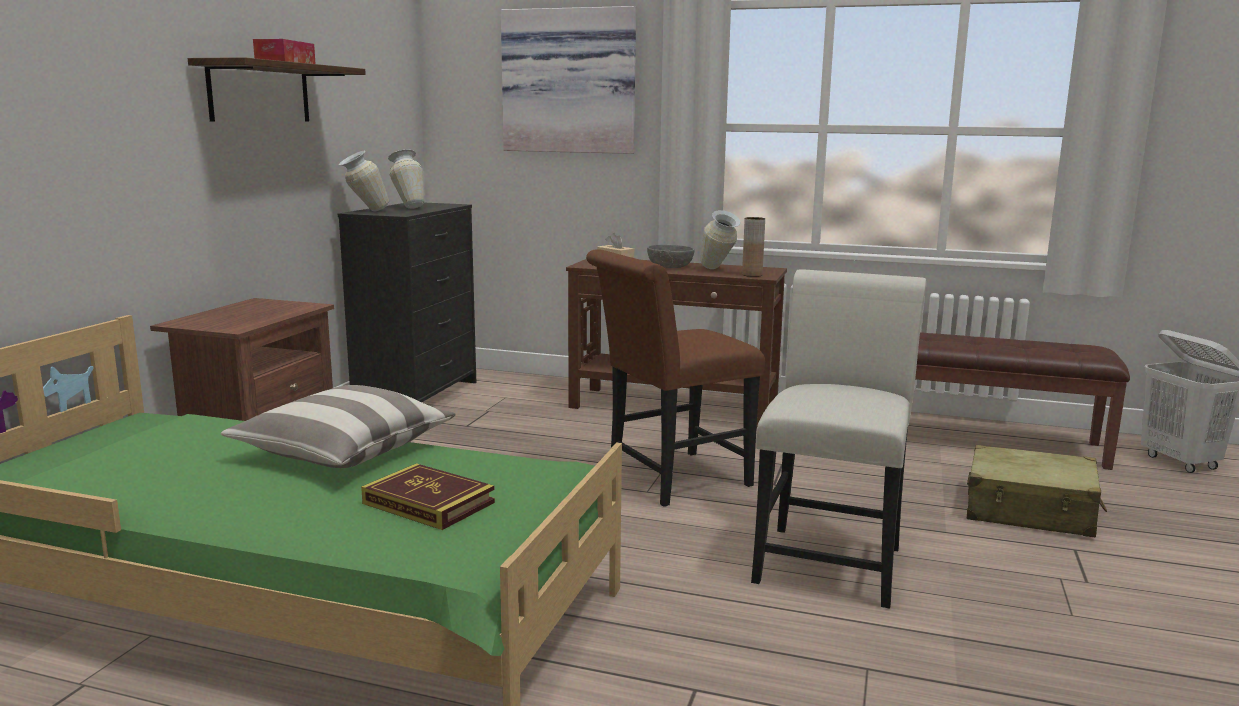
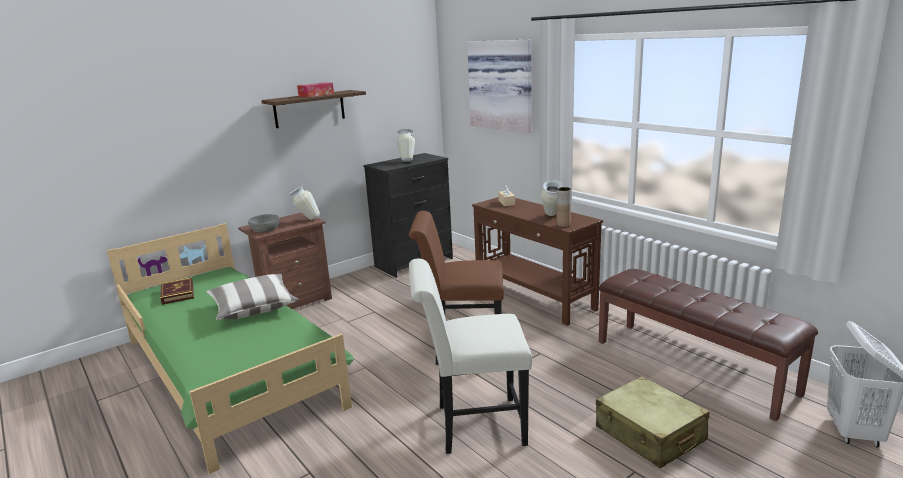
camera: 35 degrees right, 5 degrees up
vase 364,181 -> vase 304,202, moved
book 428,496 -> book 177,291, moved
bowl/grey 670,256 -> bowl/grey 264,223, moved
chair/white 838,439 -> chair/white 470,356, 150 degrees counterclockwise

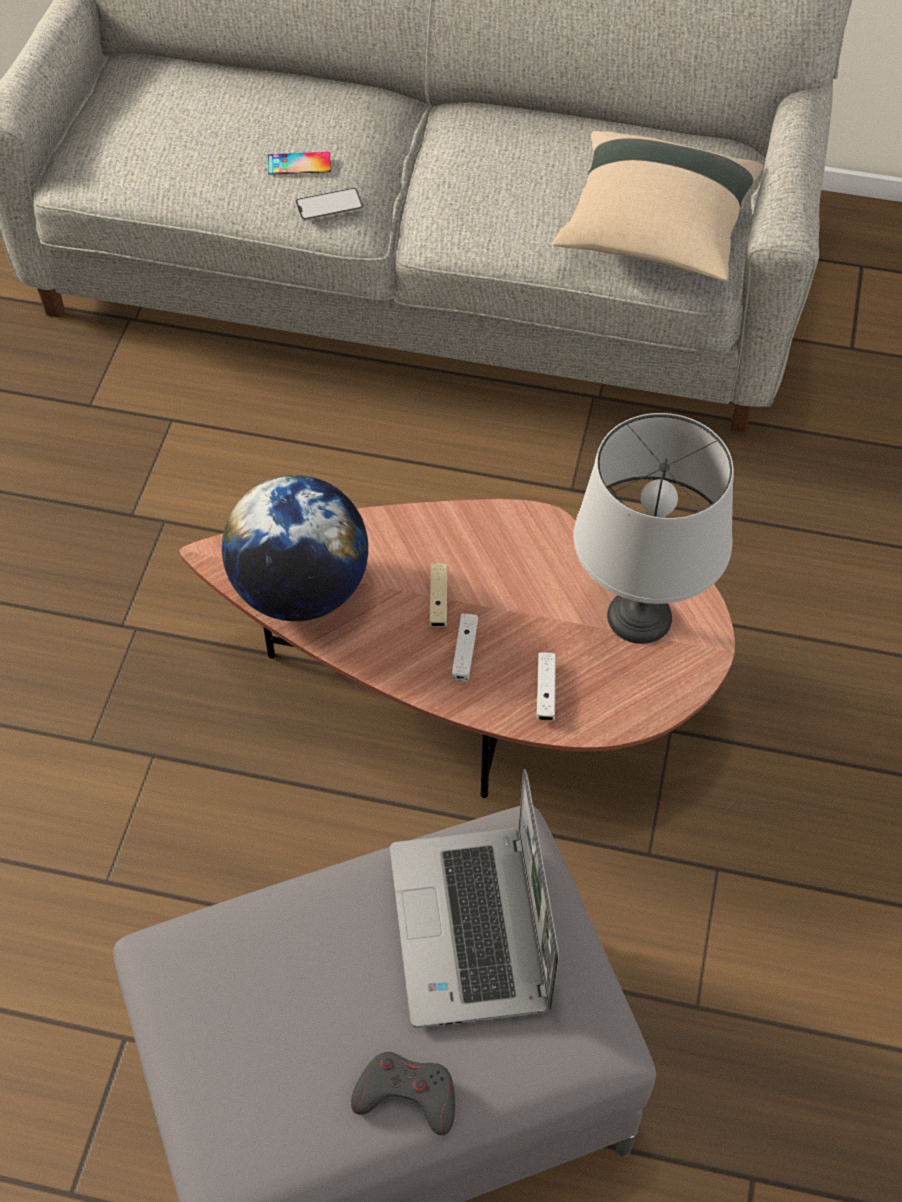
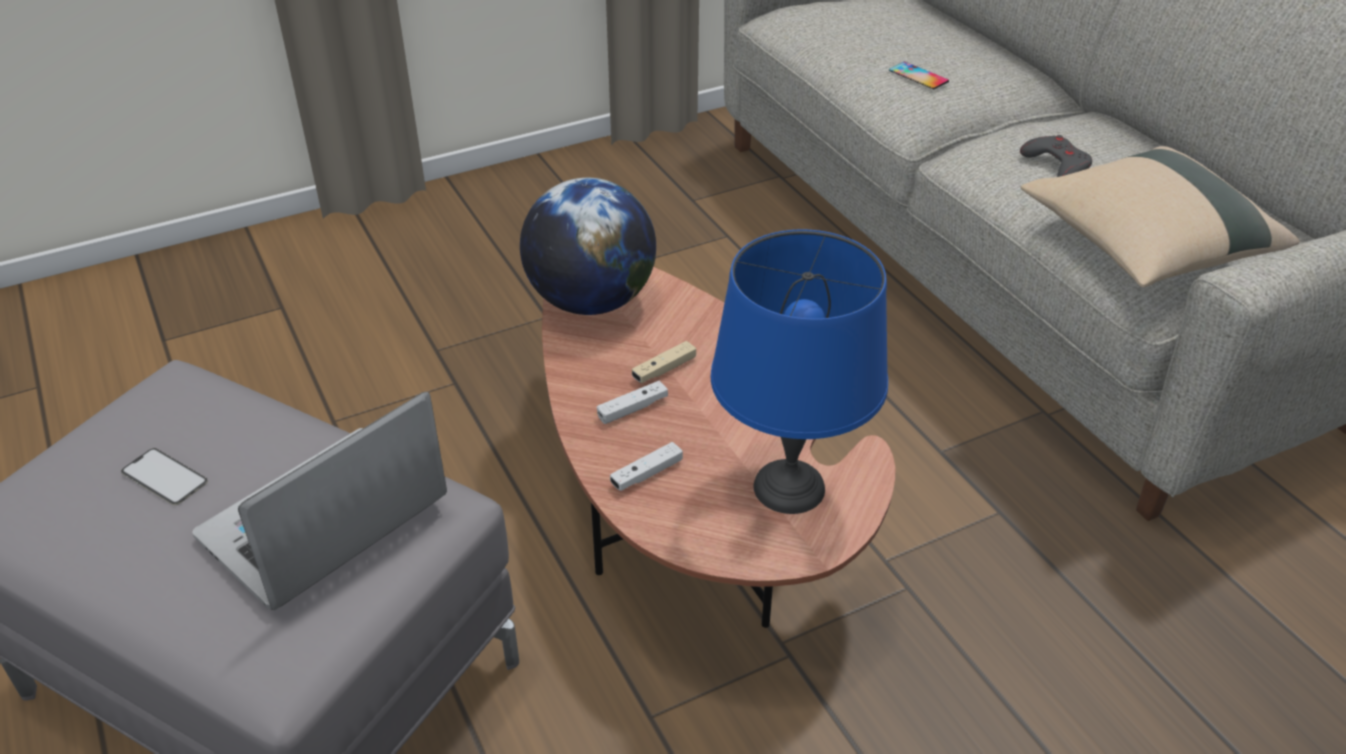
camera: 50 degrees right, 15 degrees down
phone 329,204 -> phone 164,476, moved
game controller/grey 403,1093 -> game controller/grey 1056,156, moved
table lamp/grey 653,528 -> table lamp/blue 799,371

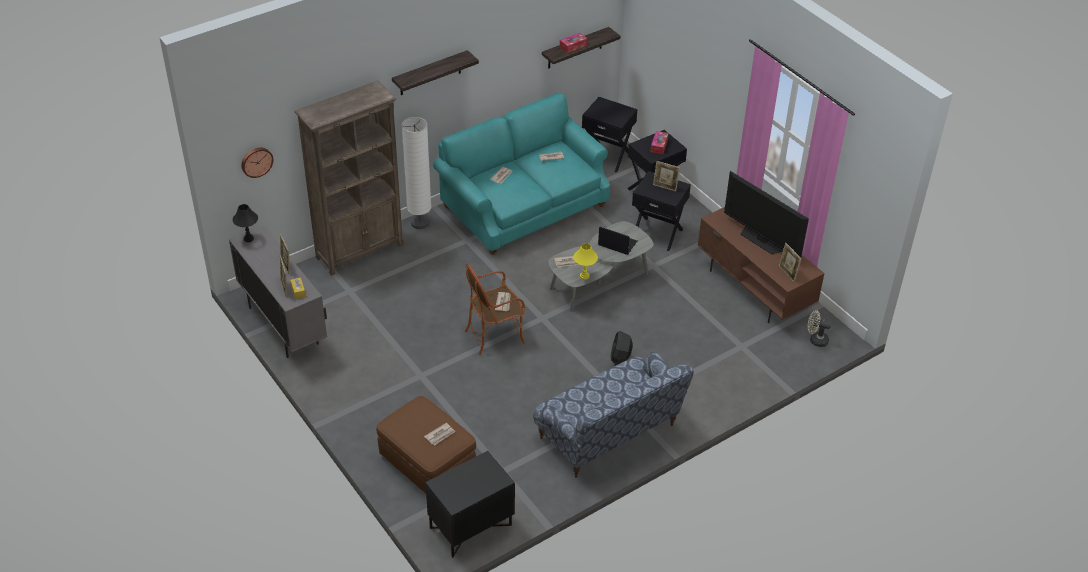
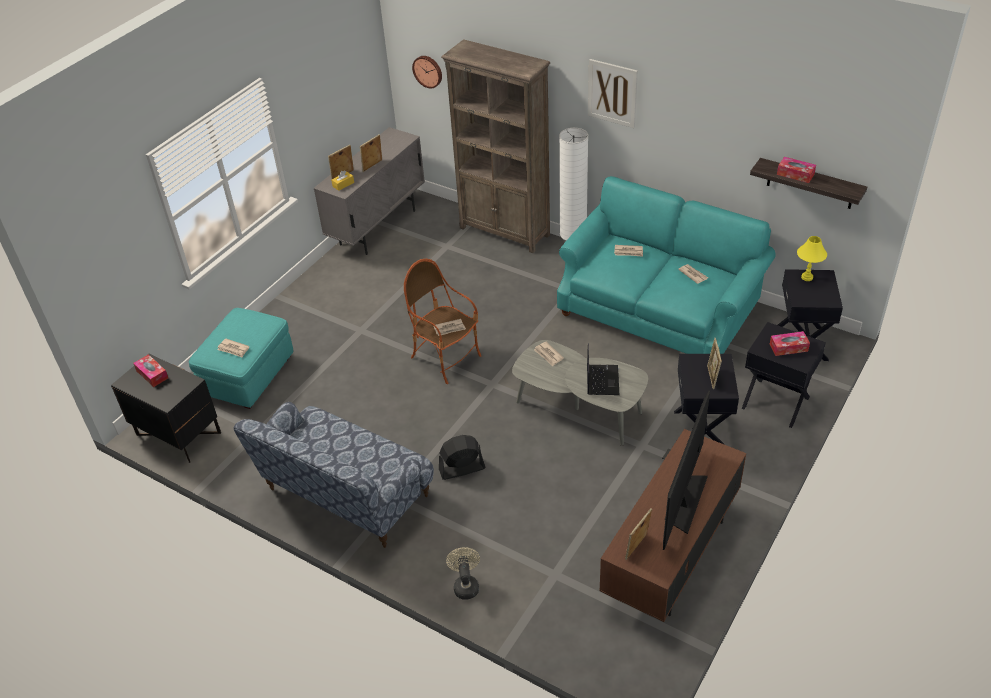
camera: 70 degrees right, 0 degrees up
table lamp/black 245,223 -> none
ottoman/brown 426,444 -> ottoman/turquoise 241,358
shelf 435,72 -> picture 613,93
table lamp/yellow 585,261 -> table lamp/yellow 812,258, moved
fan/beige 819,328 -> fan/beige 463,573, moved
none -> tissue box 150,370

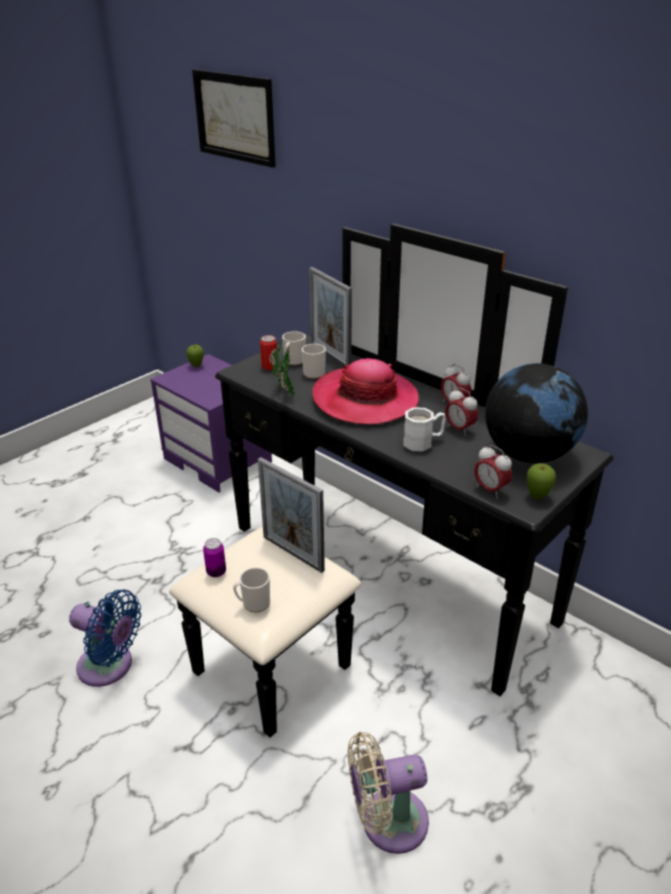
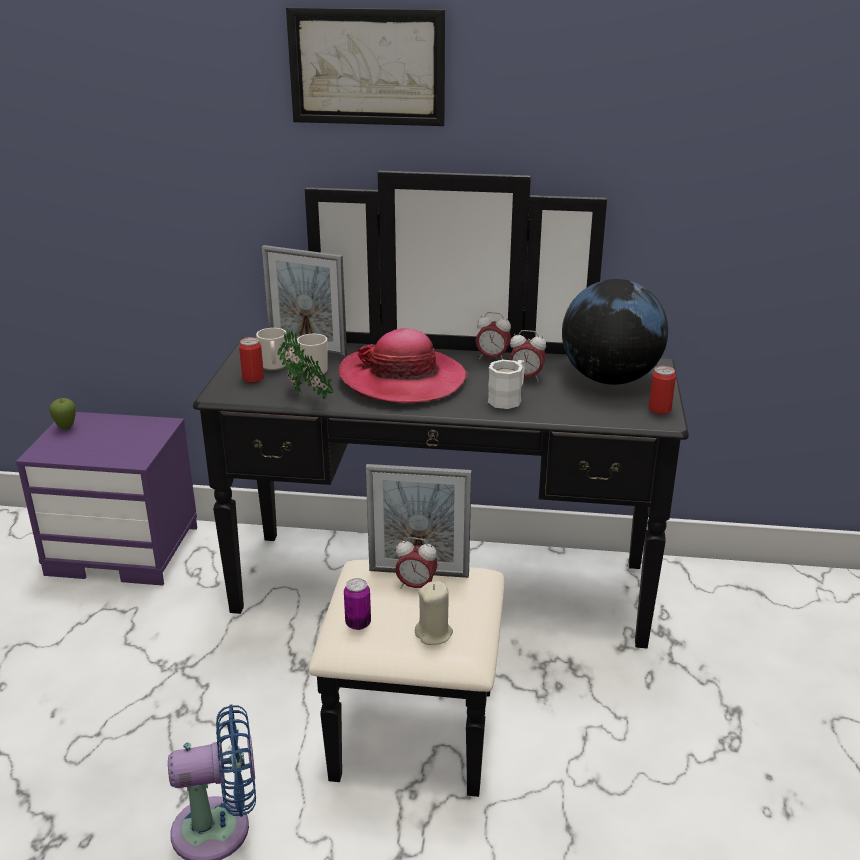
camera: 35 degrees left, 5 degrees down
picture 234,118 -> picture 365,66, moved
mug 251,589 -> candle/beige 434,613
fan/beige 388,793 -> none
alarm clock 493,471 -> alarm clock 416,562, moved
apple 541,481 -> can 662,390

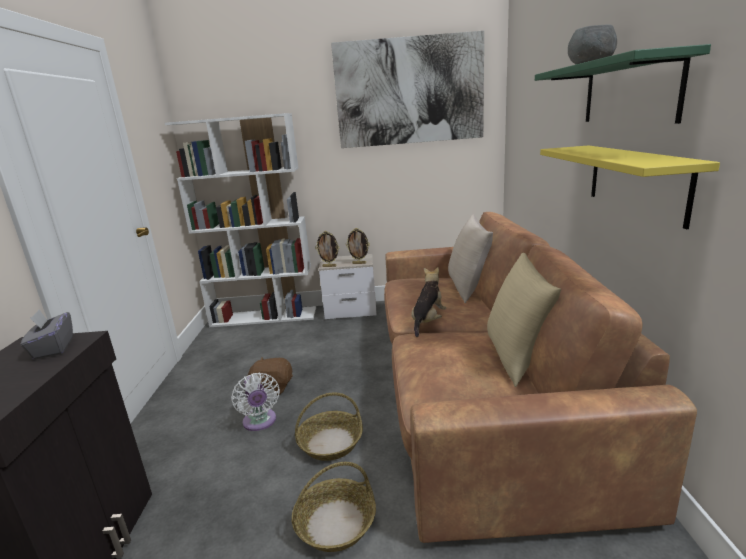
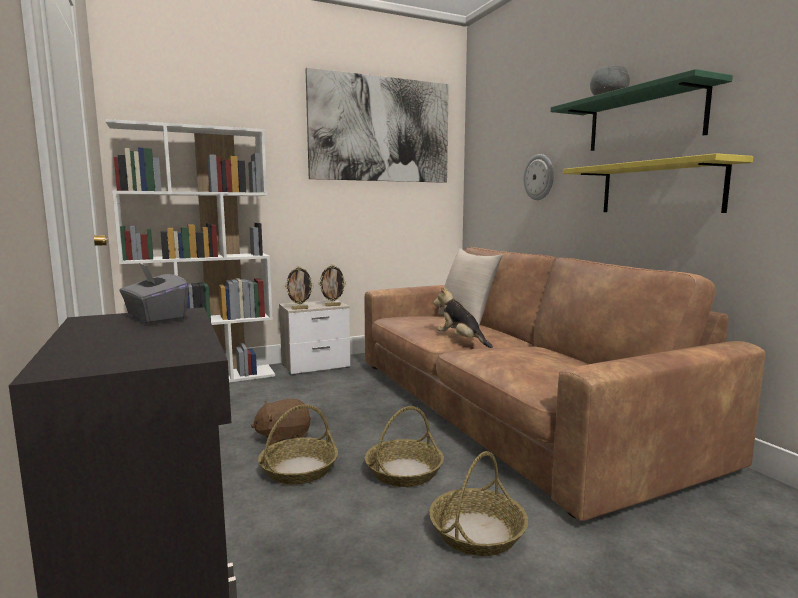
camera: 25 degrees left, 10 degrees down
fan/white 255,401 -> basket 298,445
plush toy 428,302 -> plush toy 463,317, 45 degrees counterclockwise
pillow/beige 524,320 -> none
none -> wall clock 538,177

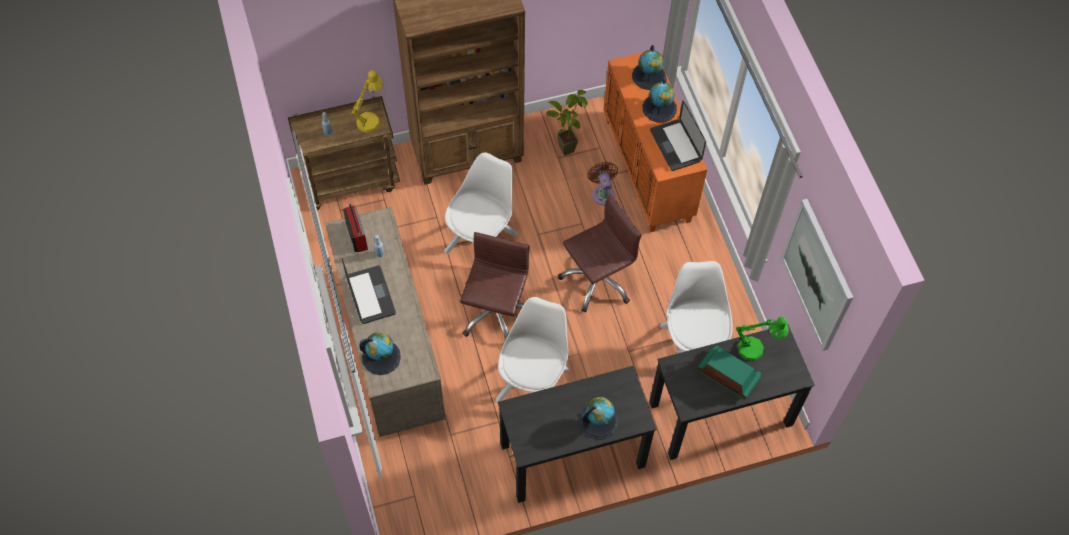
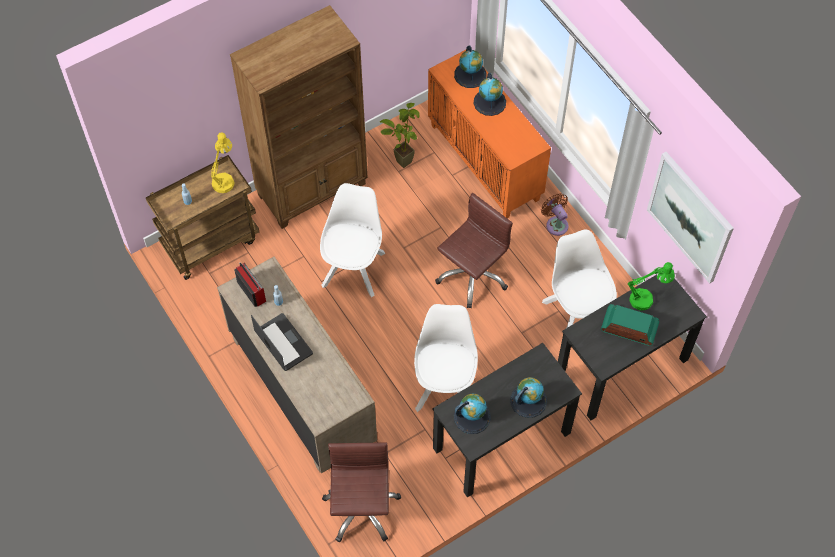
camera: 15 degrees left, 0 degrees up
globe 380,353 -> globe 472,413, moved
office chair/brown 494,286 -> office chair/brown 361,492, moved
fan/brown 602,184 -> fan/brown 555,214, moved
laptop 678,135 -> none

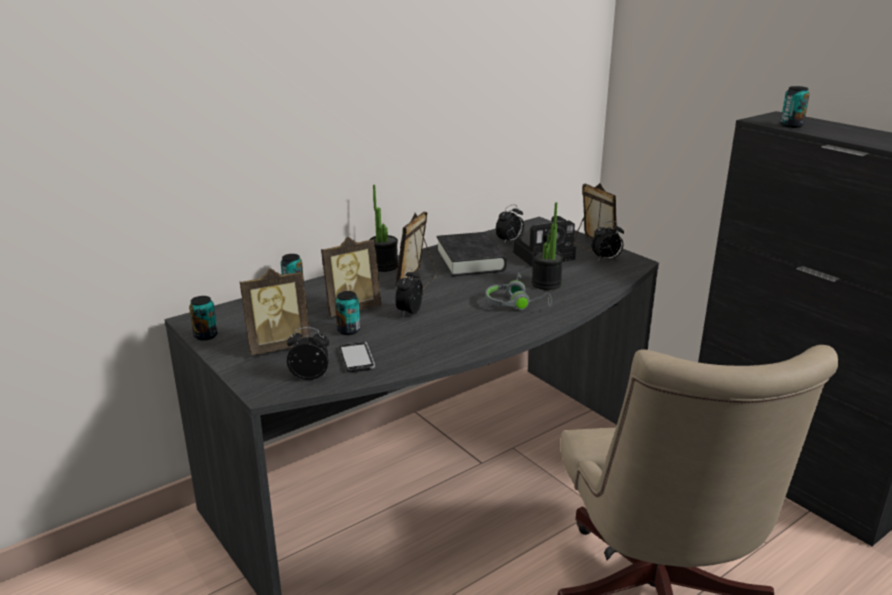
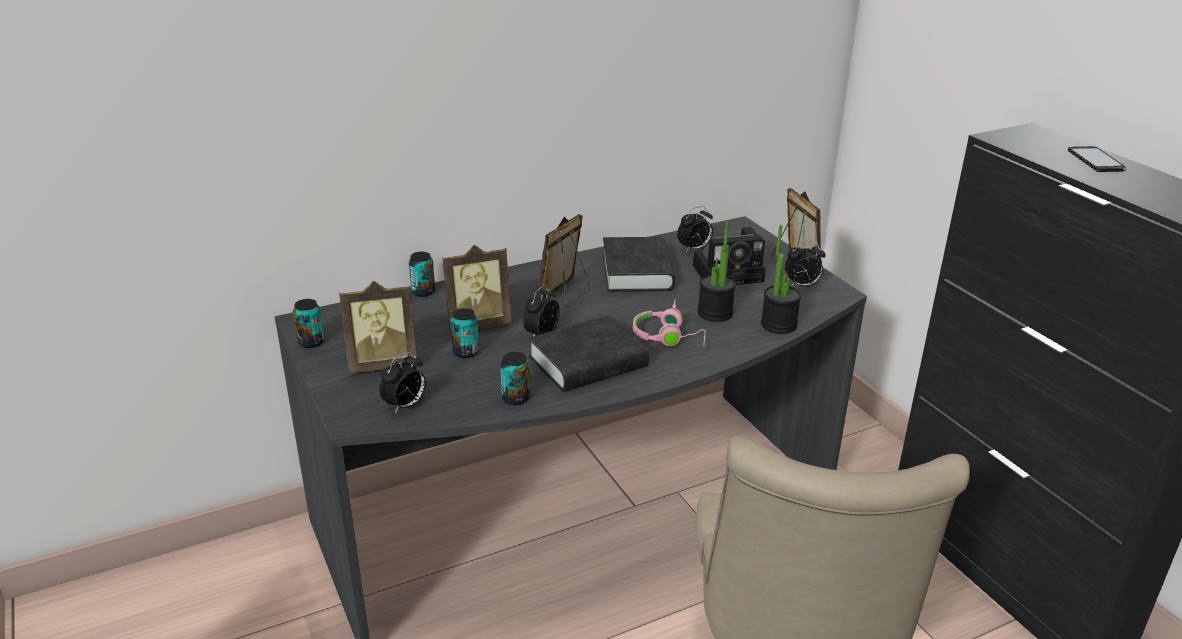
camera: 10 degrees right, 5 degrees up
alarm clock 308,353 -> alarm clock 402,383, 120 degrees clockwise
phone 357,357 -> phone 1098,159, moved
potted plant 384,228 -> potted plant 781,279, moved
headphones/grey 518,291 -> headphones/pink 669,323
can 795,107 -> can 515,378, moved
none -> book/black 589,353

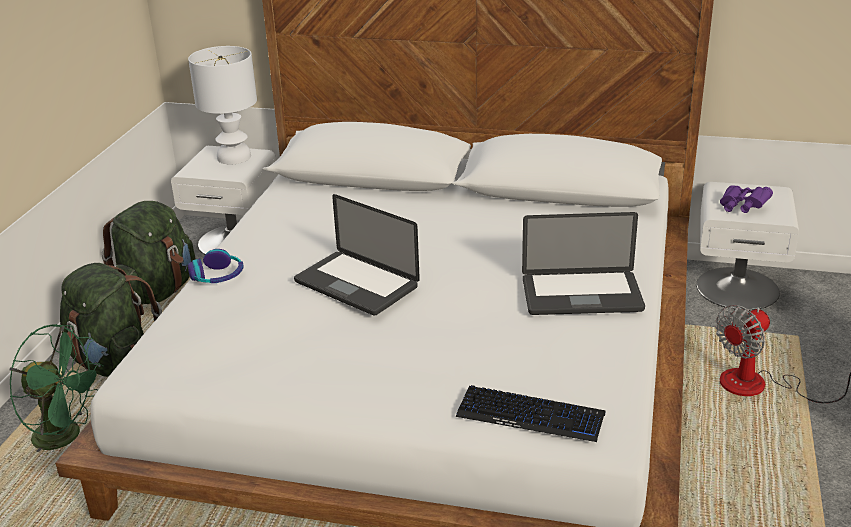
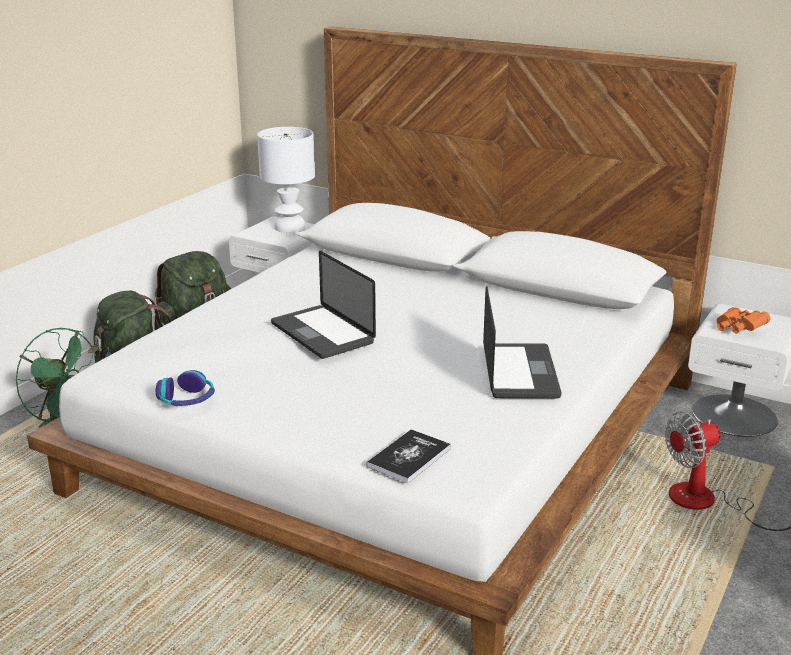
camera: 15 degrees right, 5 degrees down
headphones 216,266 -> headphones 185,388, moved
keyboard 530,413 -> book 409,456
laptop 583,263 -> laptop 522,342, 105 degrees counterclockwise
binoculars/purple 746,199 -> binoculars/orange 743,320

